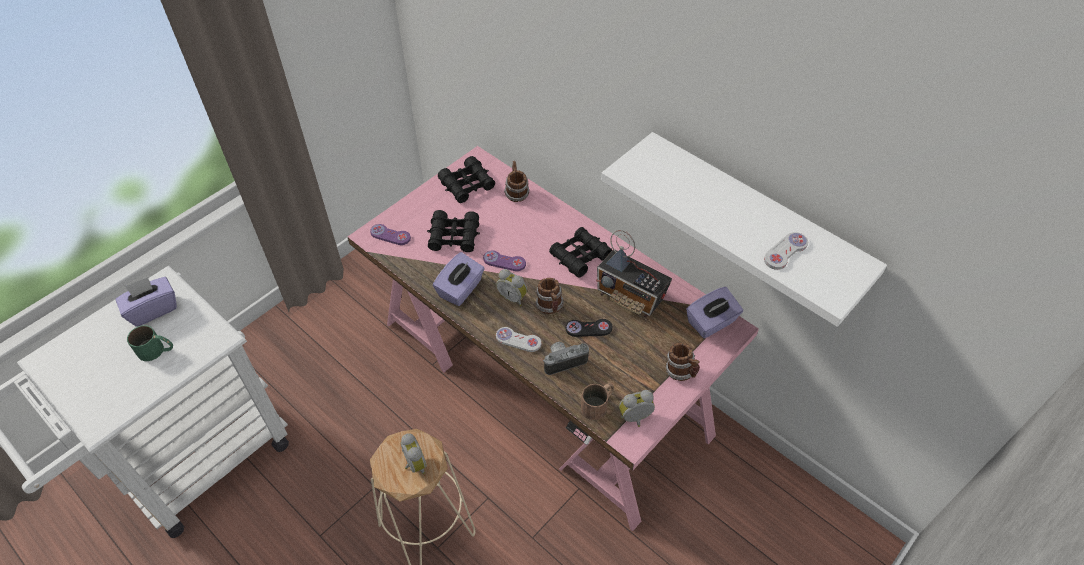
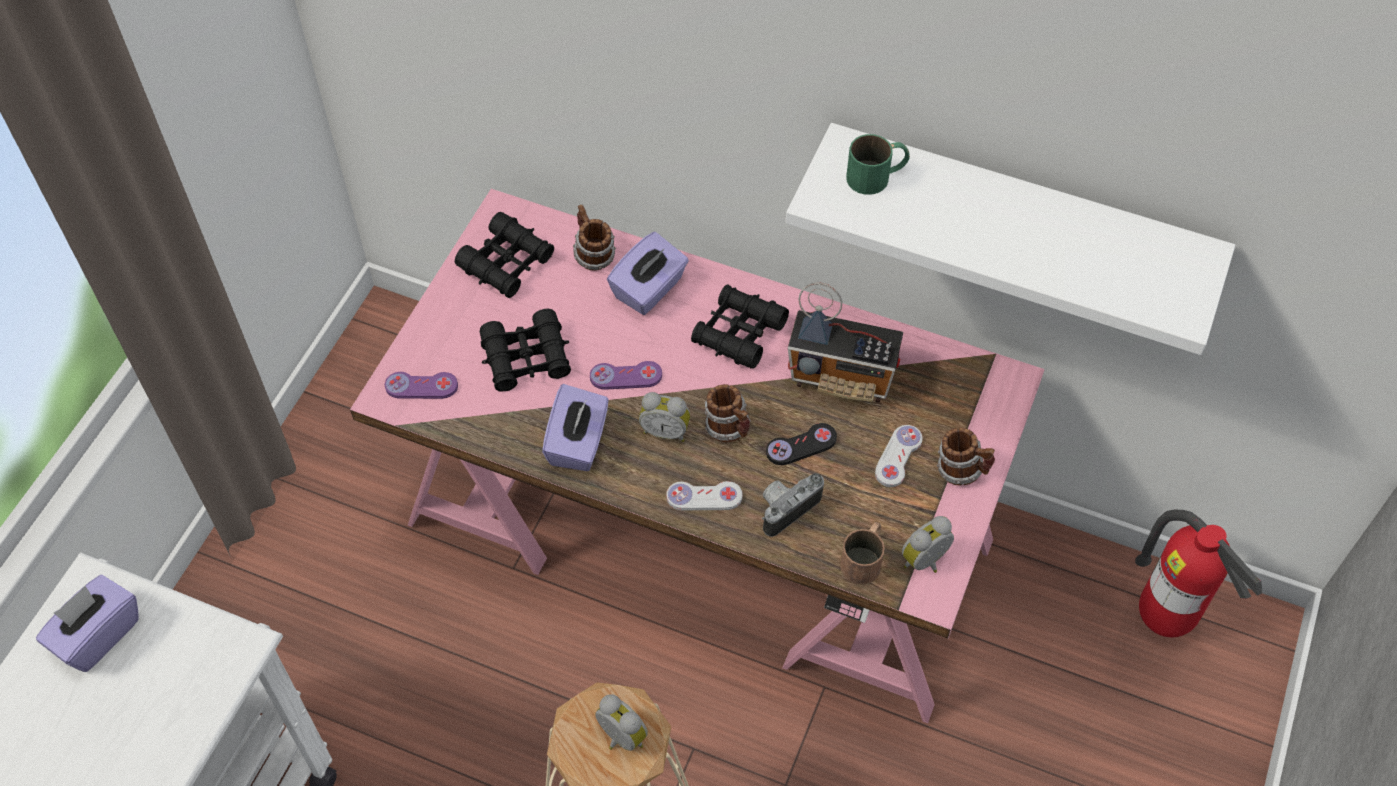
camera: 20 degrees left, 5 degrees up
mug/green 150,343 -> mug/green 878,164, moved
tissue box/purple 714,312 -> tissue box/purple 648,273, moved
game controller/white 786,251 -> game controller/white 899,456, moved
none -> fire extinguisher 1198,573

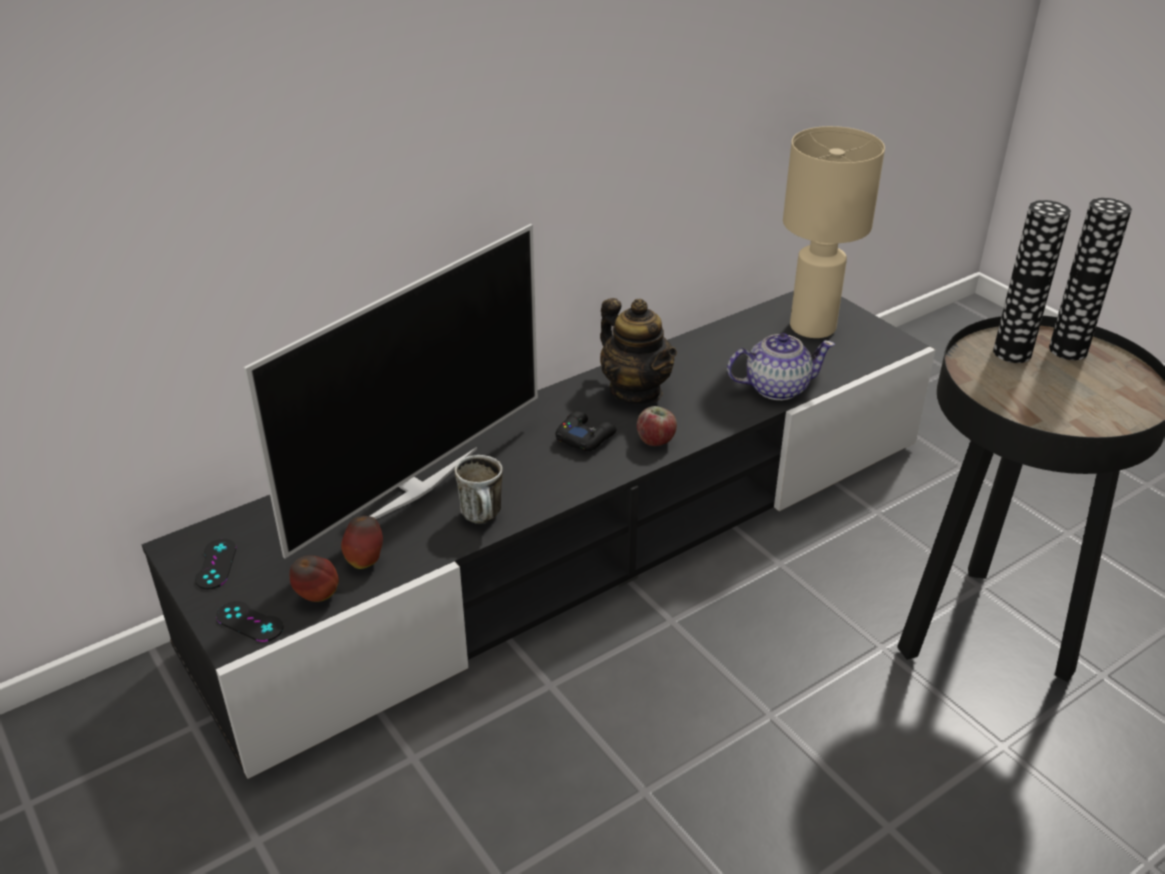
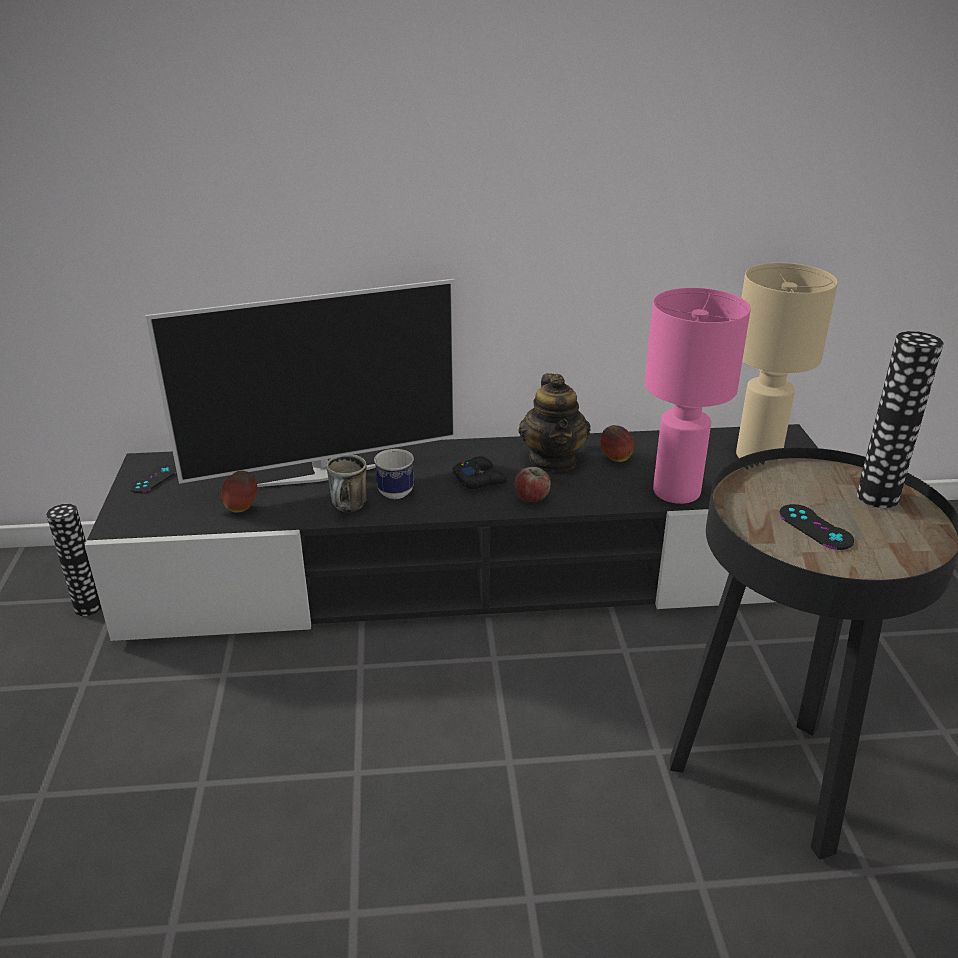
camera: 30 degrees right, 5 degrees down
game controller/black 249,621 -> game controller/black 816,527, moved
apple 314,578 -> apple 617,443, moved
teapot 781,366 -> table lamp/pink 698,396
vase 1032,281 -> vase 74,560, moved
none -> mug 394,474

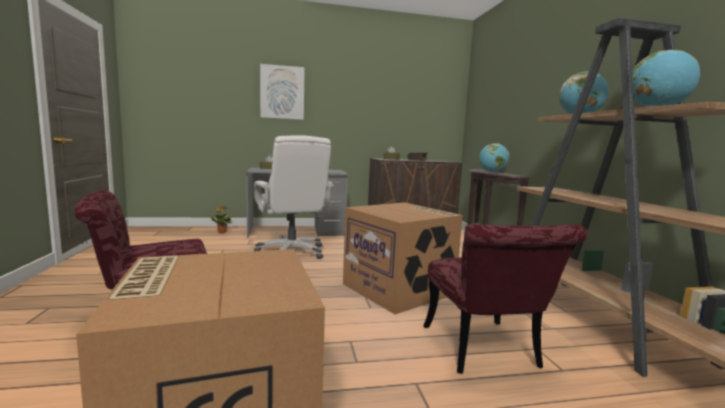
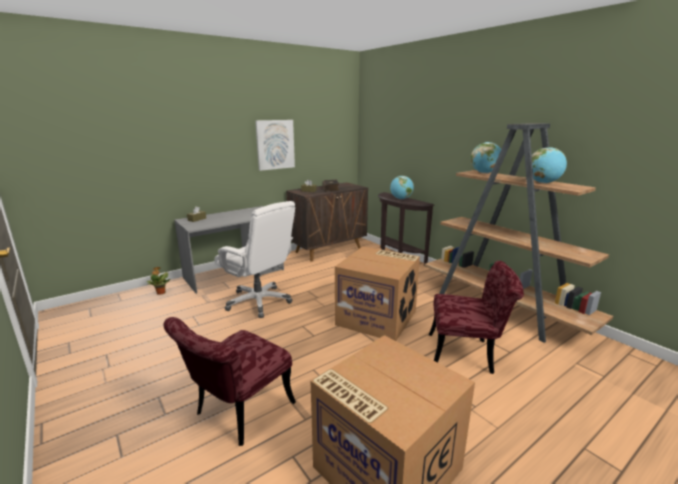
camera: 25 degrees left, 10 degrees up
picture 282,92 -> picture 275,145, moved
chair/red 505,299 -> chair/red 476,317, 45 degrees counterclockwise

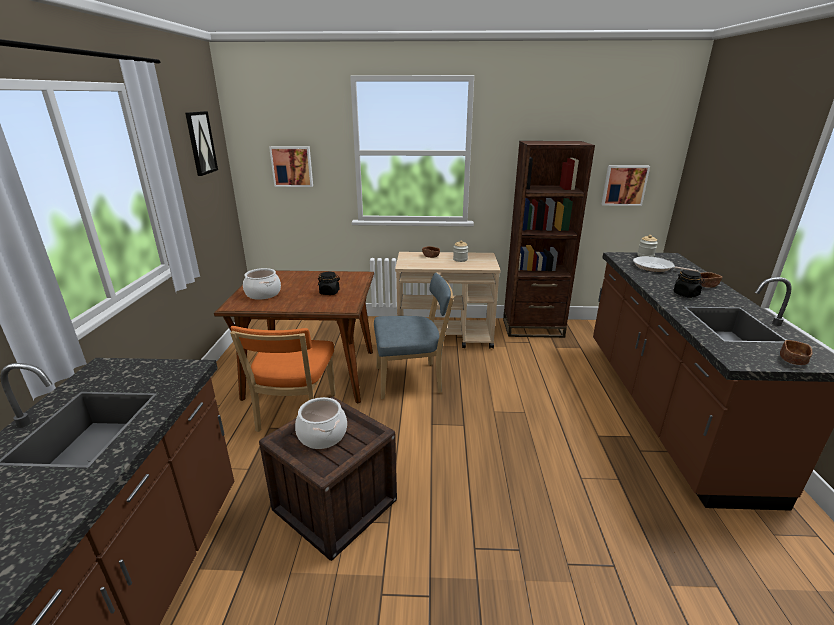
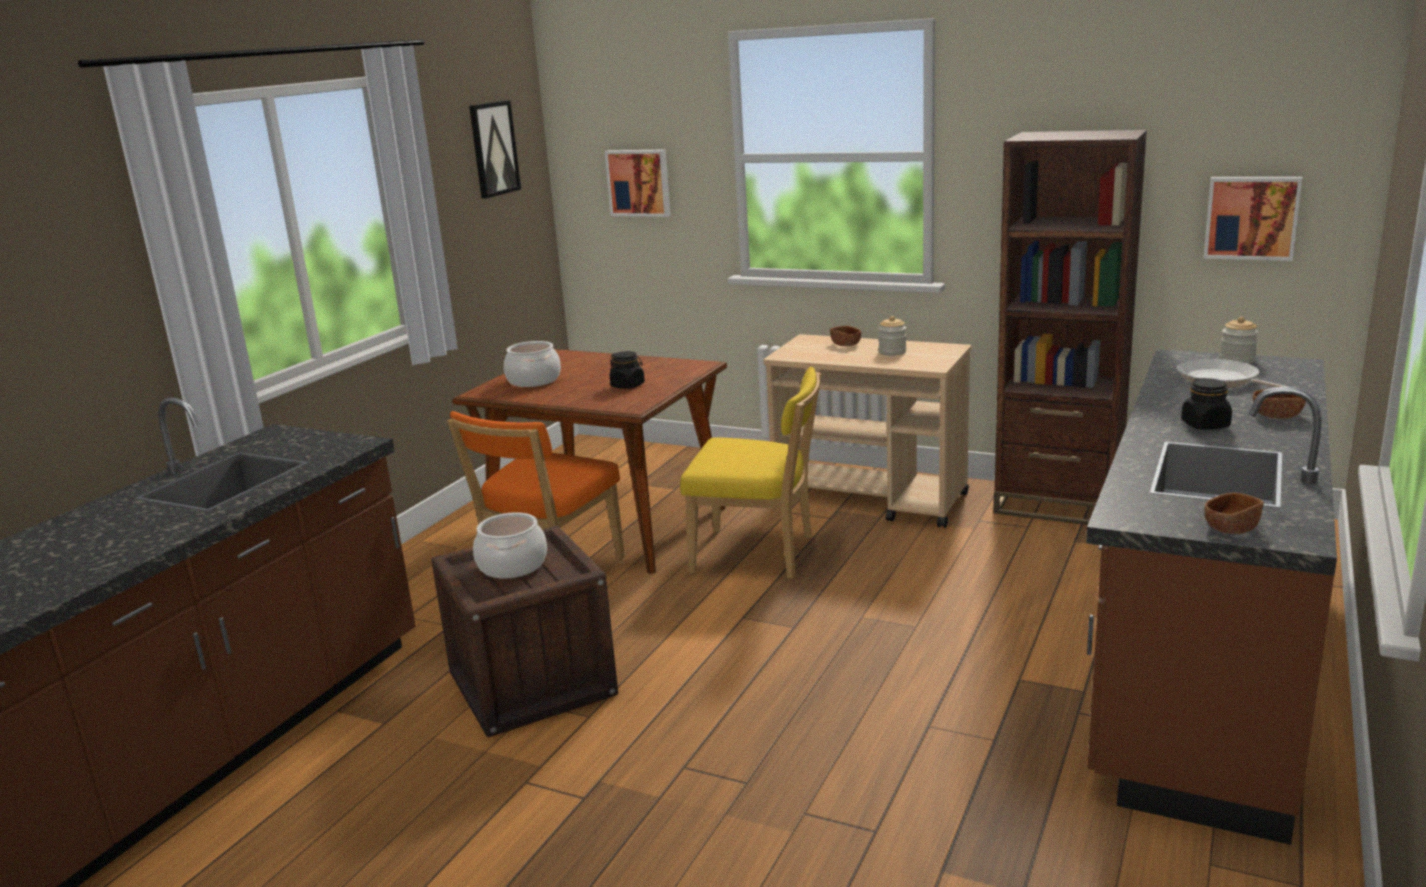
camera: 25 degrees right, 5 degrees down
chair/blue 414,336 -> chair/yellow 750,473

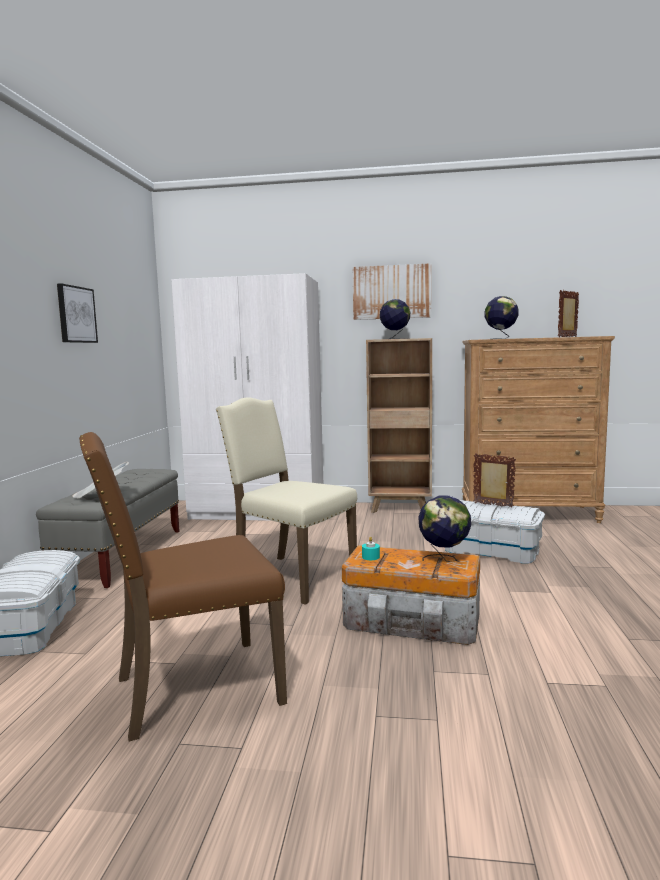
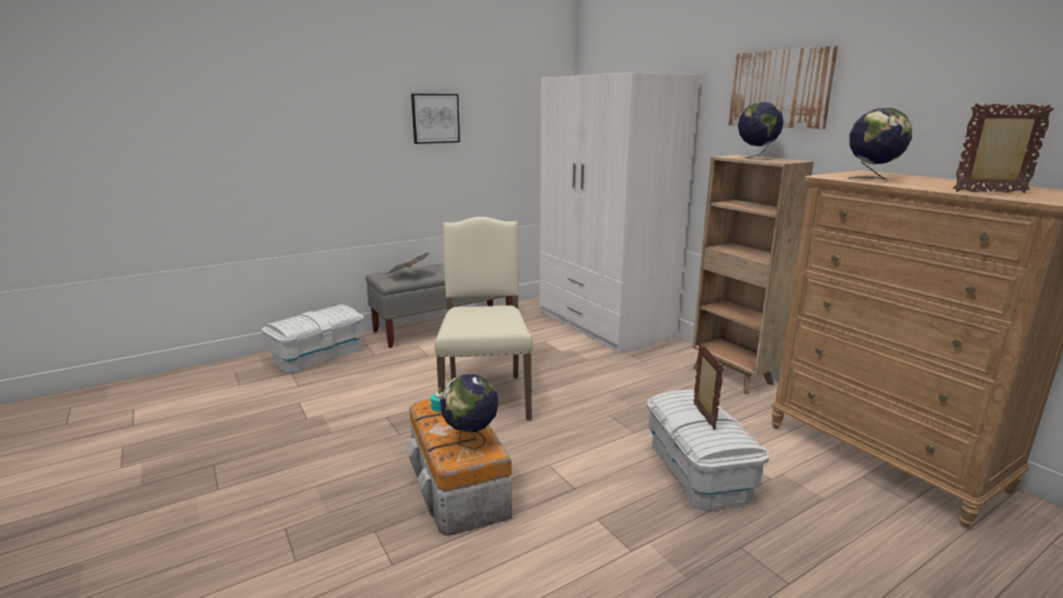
camera: 50 degrees right, 10 degrees up
chair/brown 183,587 -> none

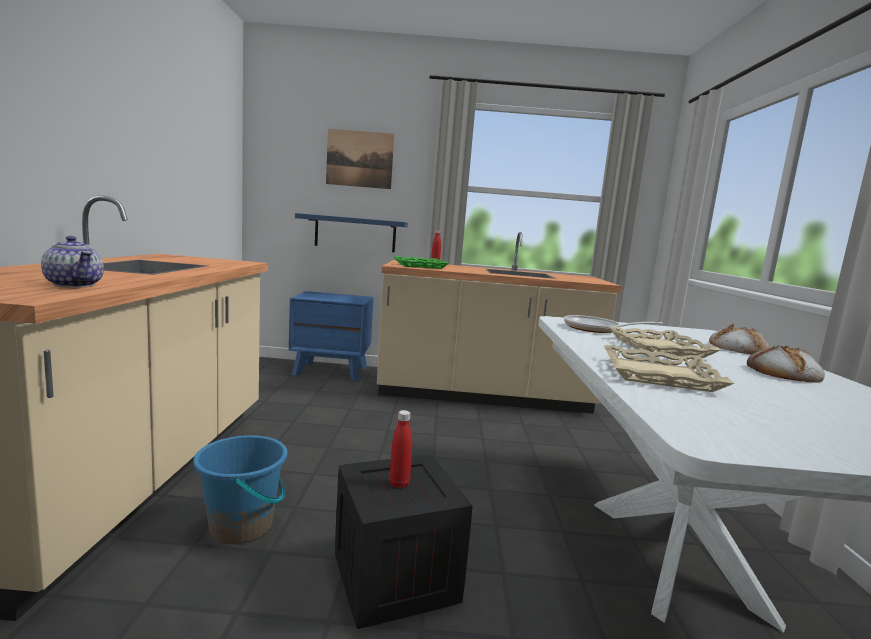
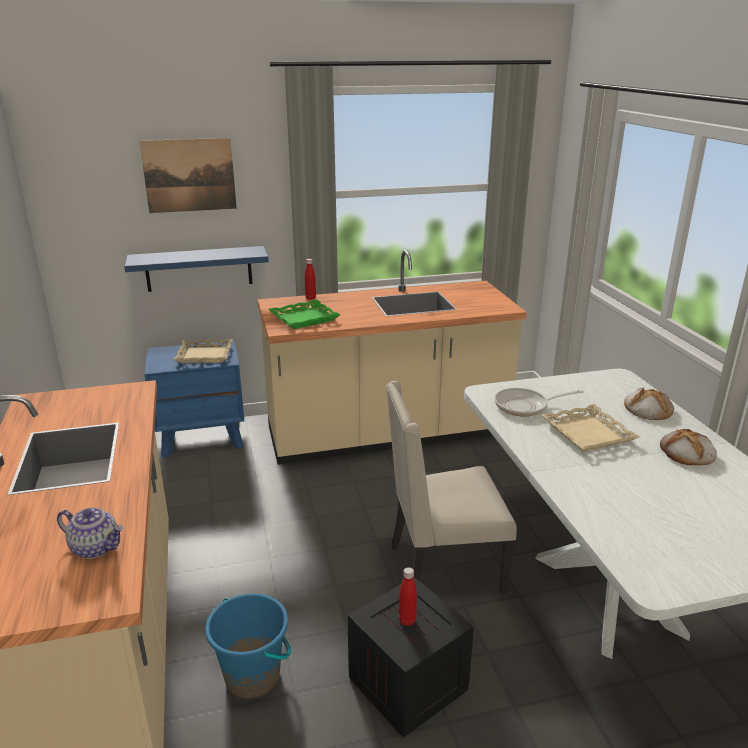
camera: 15 degrees left, 15 degrees up
tray/beige 669,368 -> tray/beige 203,351, moved
none -> chair/beige 451,488

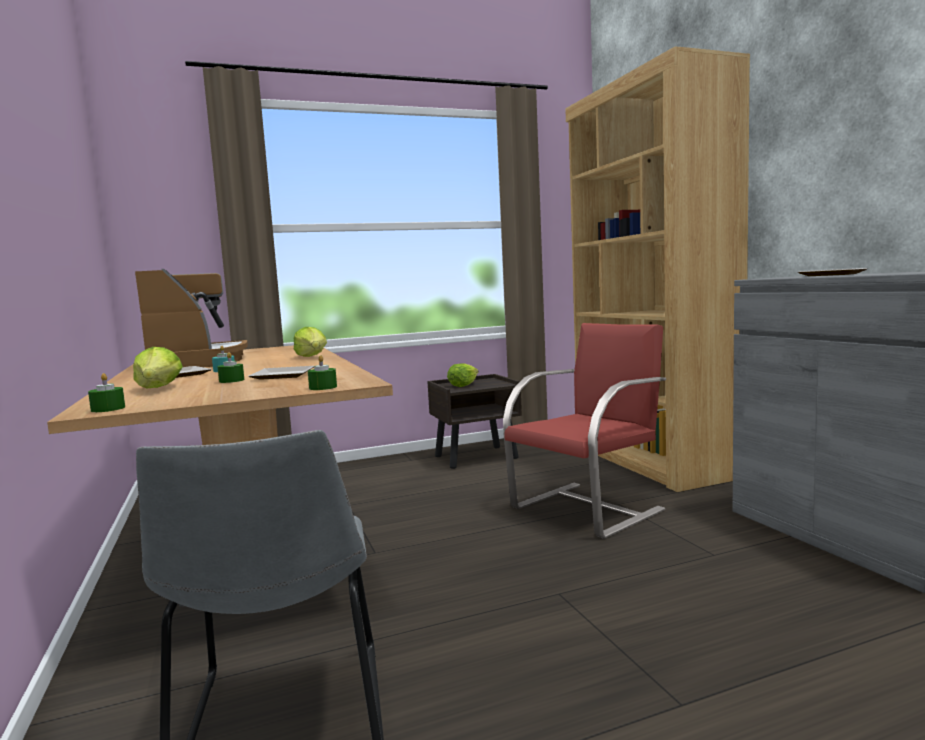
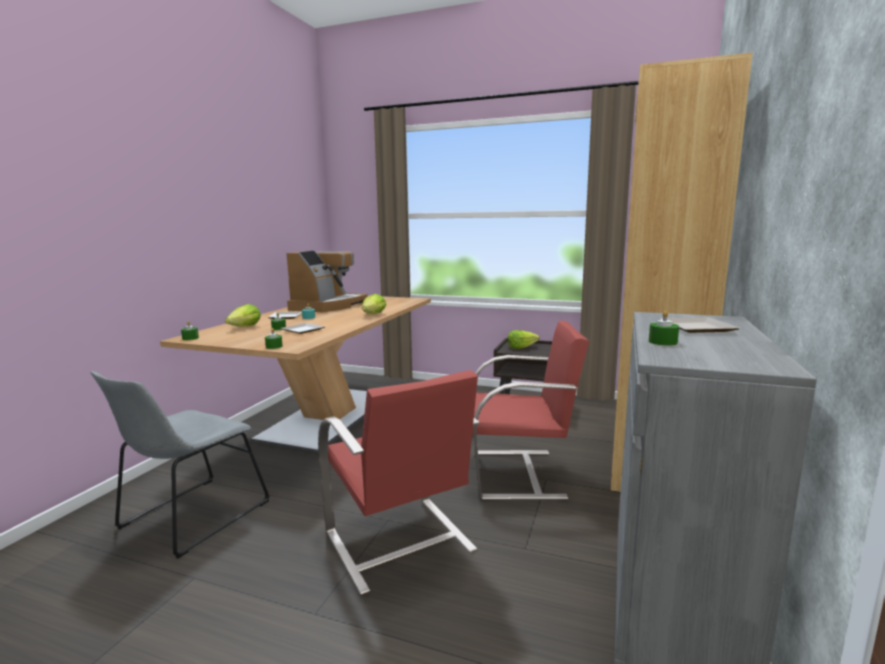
camera: 40 degrees right, 5 degrees up
none -> chair/red 399,483
none -> candle/green 664,328

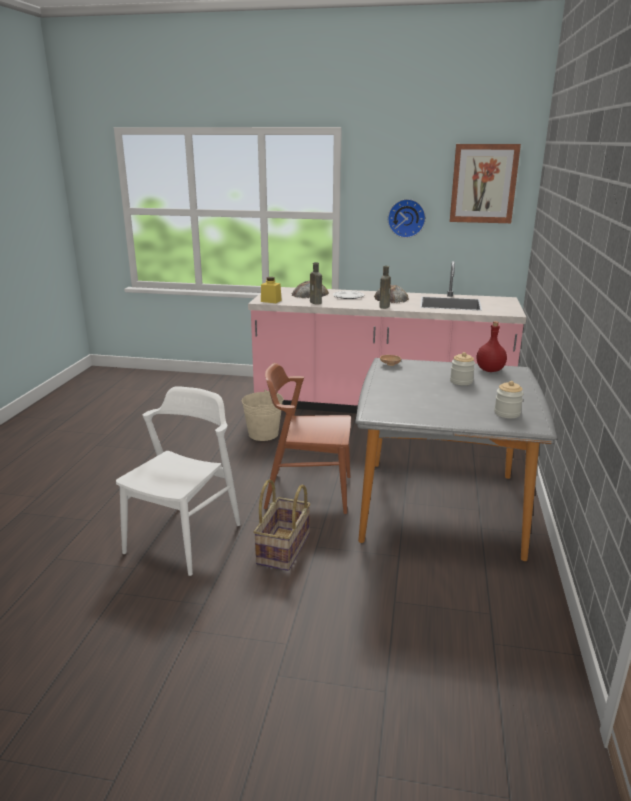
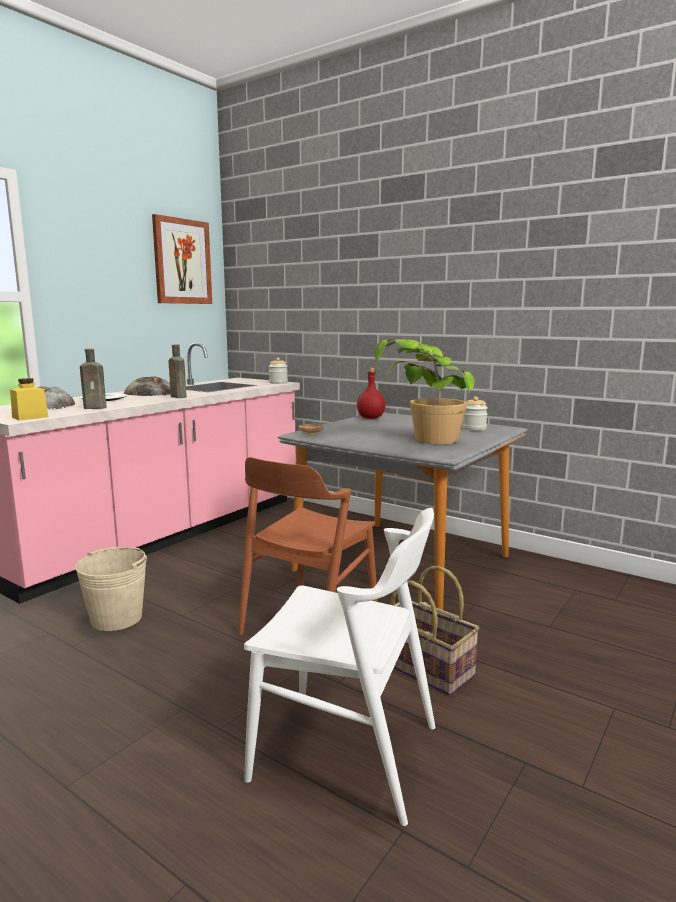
camera: 65 degrees left, 10 degrees down
chair/white 178,481 -> chair/white 339,667, 150 degrees clockwise
wall clock 407,218 -> none
jar 462,368 -> jar 278,371, moved
none -> potted plant 424,392

